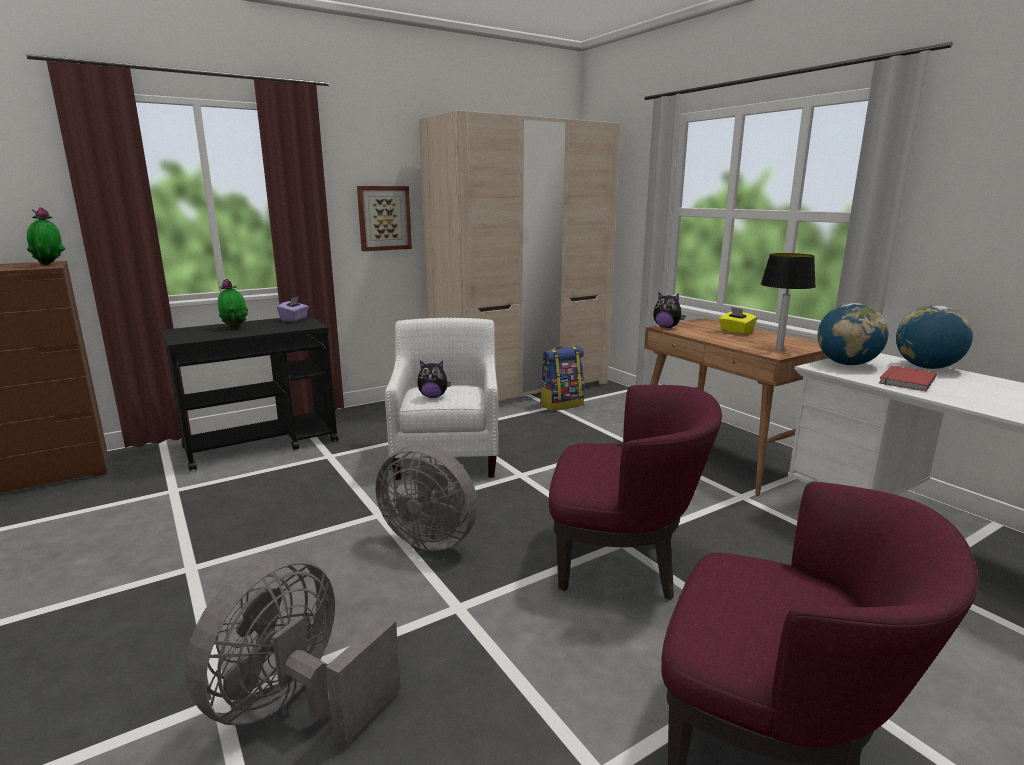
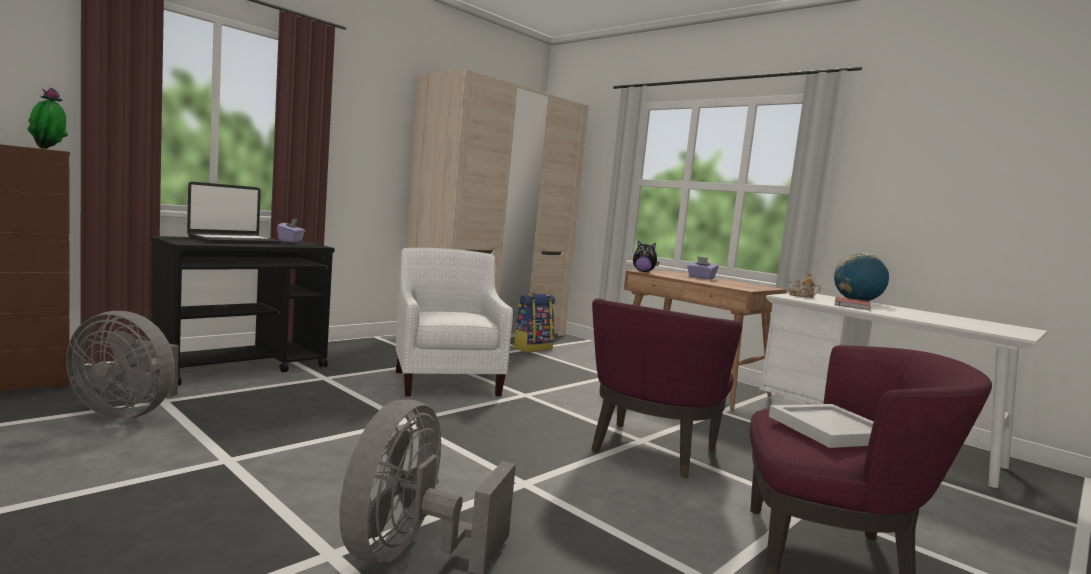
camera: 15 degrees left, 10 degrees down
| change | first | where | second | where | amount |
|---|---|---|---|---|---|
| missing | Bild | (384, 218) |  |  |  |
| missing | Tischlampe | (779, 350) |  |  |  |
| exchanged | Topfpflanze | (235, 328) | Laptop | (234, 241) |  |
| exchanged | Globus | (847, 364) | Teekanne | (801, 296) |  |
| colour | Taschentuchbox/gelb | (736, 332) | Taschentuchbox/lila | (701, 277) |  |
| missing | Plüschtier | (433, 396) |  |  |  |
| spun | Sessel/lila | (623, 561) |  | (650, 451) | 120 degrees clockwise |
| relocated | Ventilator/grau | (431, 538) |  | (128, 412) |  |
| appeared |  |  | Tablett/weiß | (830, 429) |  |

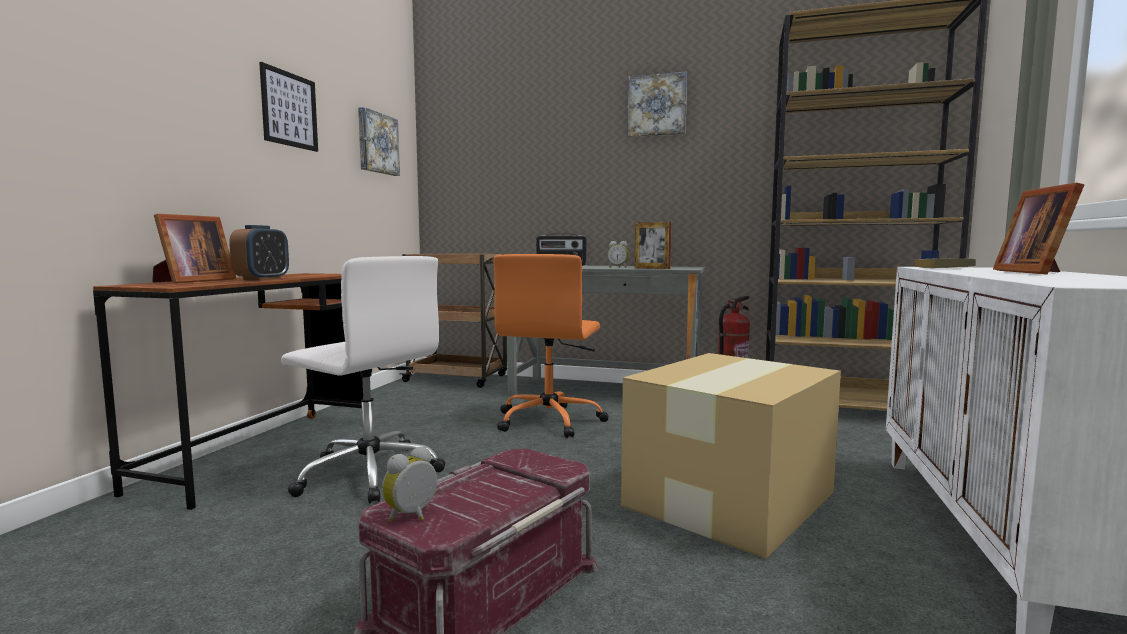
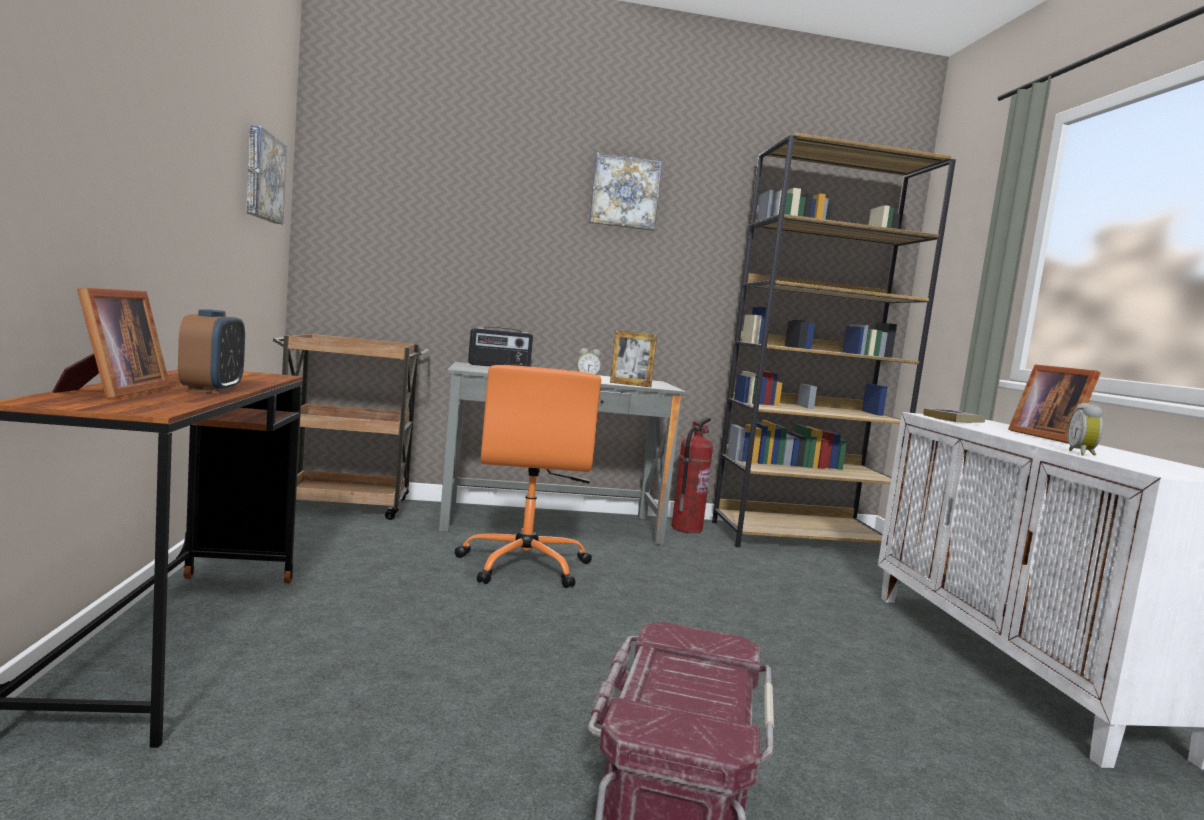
camera: 25 degrees left, 0 degrees up
| change | first | where | second | where | amount |
|---|---|---|---|---|---|
| missing | Bild | (289, 109) |  |  |  |
| missing | Bürostuhl/weiß | (368, 473) |  |  |  |
| missing | Karton | (732, 498) |  |  |  |
| relocated | Wecker | (413, 516) |  | (1083, 454) |  |

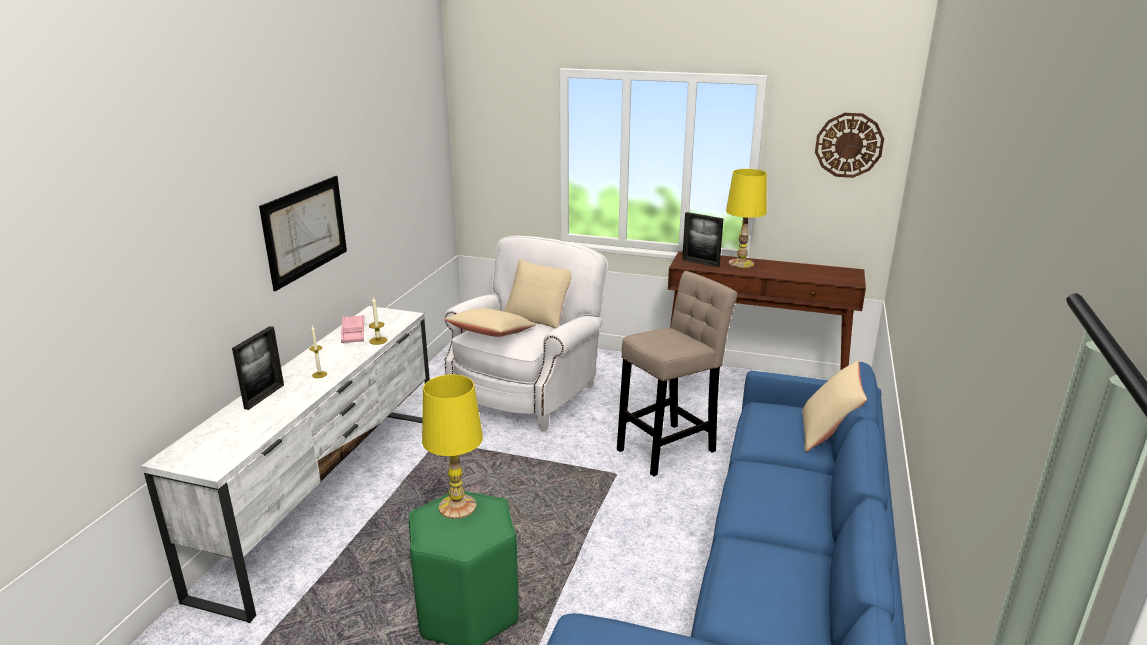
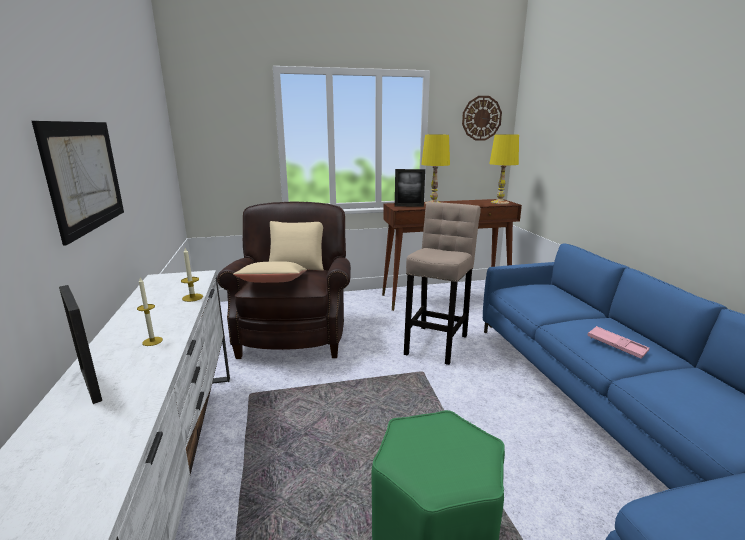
camera: 30 degrees left, 5 degrees down
| change | first | where | second | where | amount |
|---|---|---|---|---|---|
| colour | Sessel/weiß | (528, 391) | Sessel/braun | (295, 333) |  |
| relocated | Tablett/rosa | (353, 332) |  | (616, 345) |  |
| spun | Bilderrahmen | (264, 396) |  | (91, 384) | 150 degrees clockwise |
| missing | Kissen/beige | (827, 433) |  |  |  |
| relocated | Tischlampe/gelb | (457, 506) |  | (499, 202) |  |

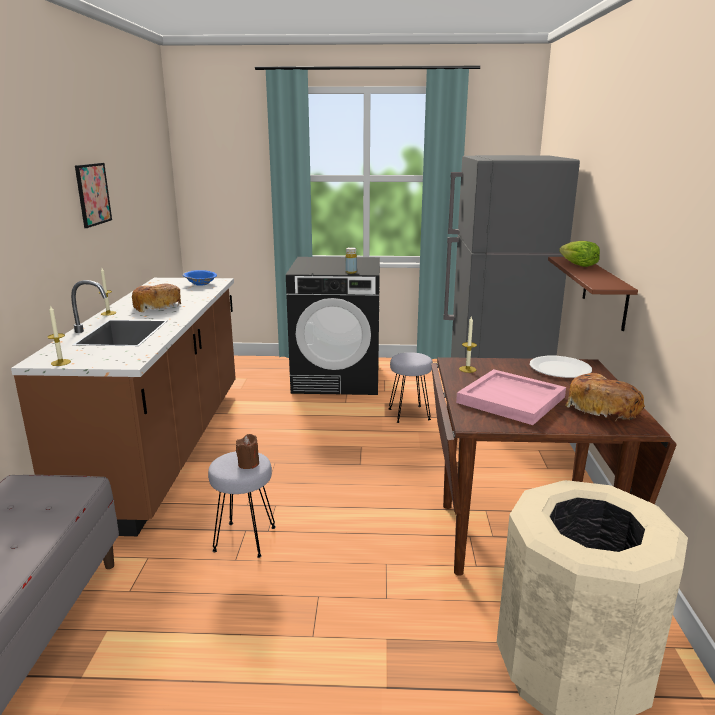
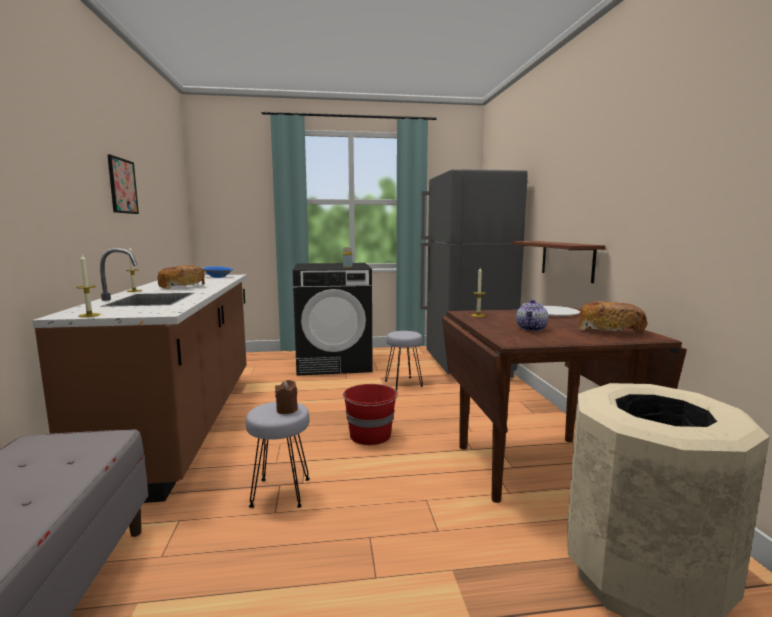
camera: 10 degrees left, 10 degrees down
| change | first | where | second | where | amount |
|---|---|---|---|---|---|
| missing | Salatkopf | (578, 265) |  |  |  |
| exchanged | Tablett/rosa | (512, 400) | Teekanne | (531, 329) |  |
| appeared |  |  | Eimer/rot | (370, 436) |  |

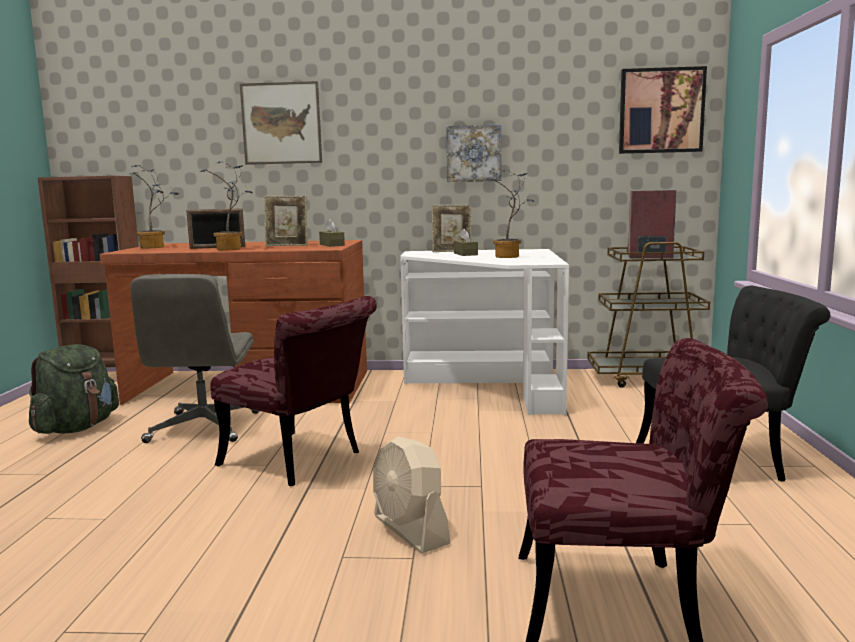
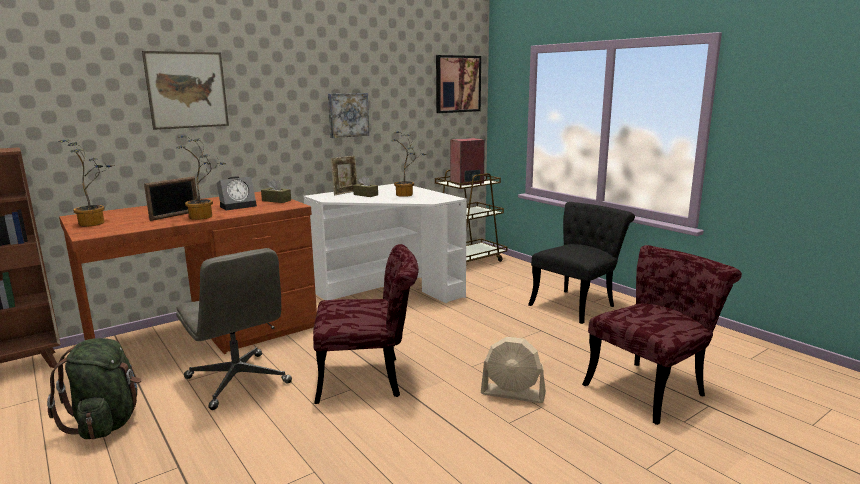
camera: 40 degrees left, 5 degrees up
| change | first | where | second | where | amount |
|---|---|---|---|---|---|
| exchanged | Bilderrahmen | (287, 246) | Wecker | (239, 206) |  |

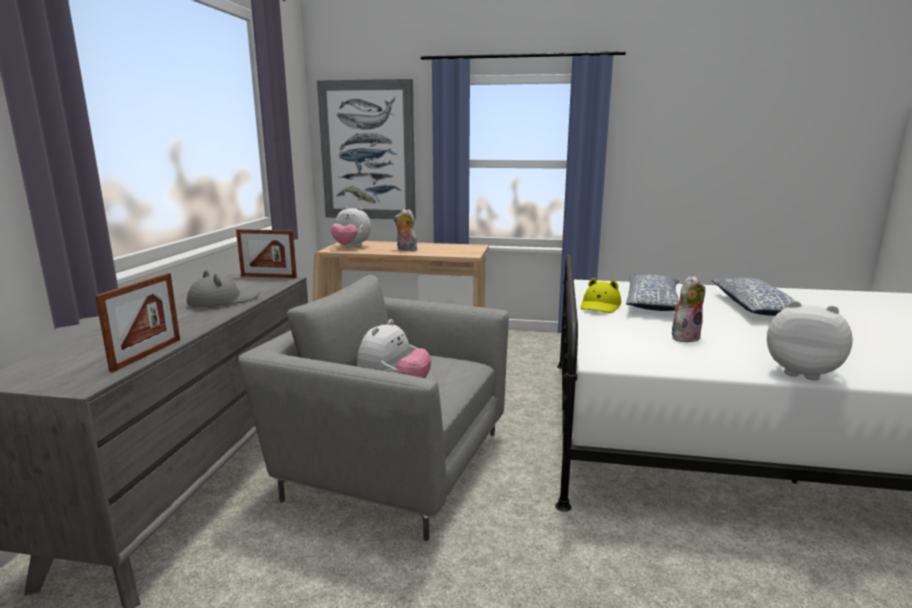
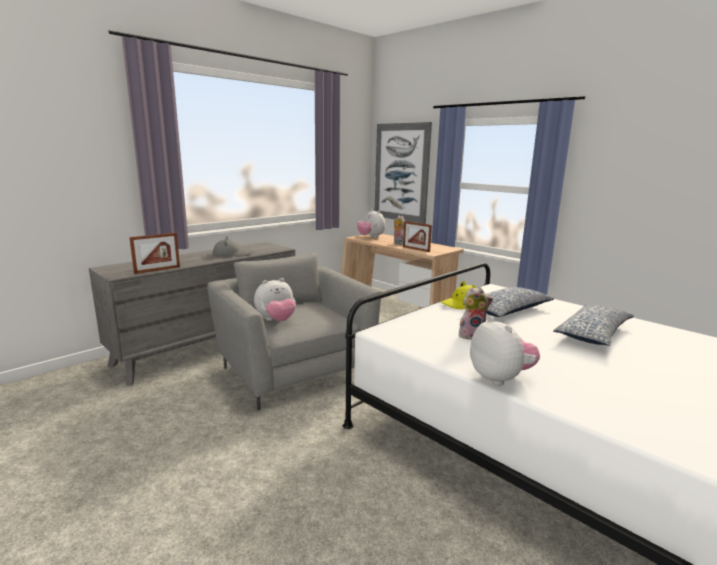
camera: 35 degrees right, 0 degrees up
| change | first | where | second | where | amount |
|---|---|---|---|---|---|
| relocated | Bilderrahmen | (268, 276) |  | (416, 249) |  |

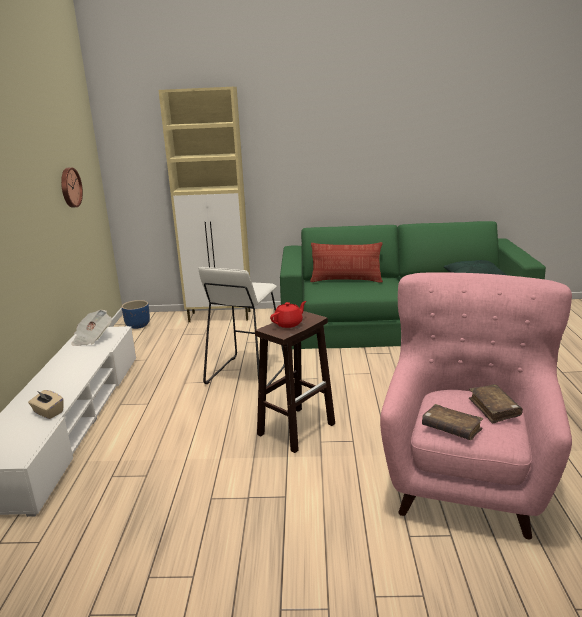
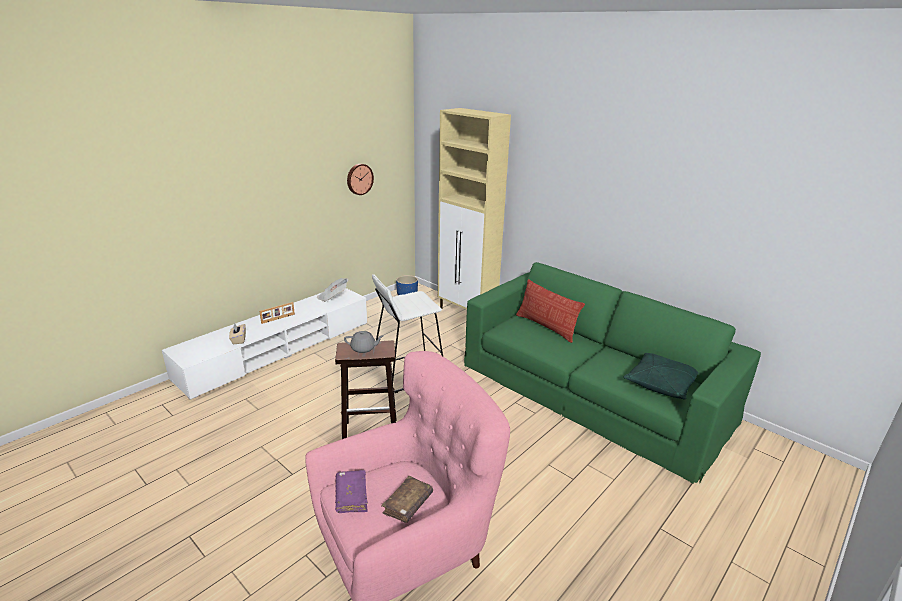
camera: 40 degrees right, 5 degrees up
| change | first | where | second | where | amount |
|---|---|---|---|---|---|
| colour | Teekanne/rot | (289, 324) | Teekanne/grau | (363, 348) |  |
| colour | Buch/braun | (451, 429) | Buch/lila | (351, 496) |  |
| appeared |  |  | Bilderrahmen | (278, 319) |  |

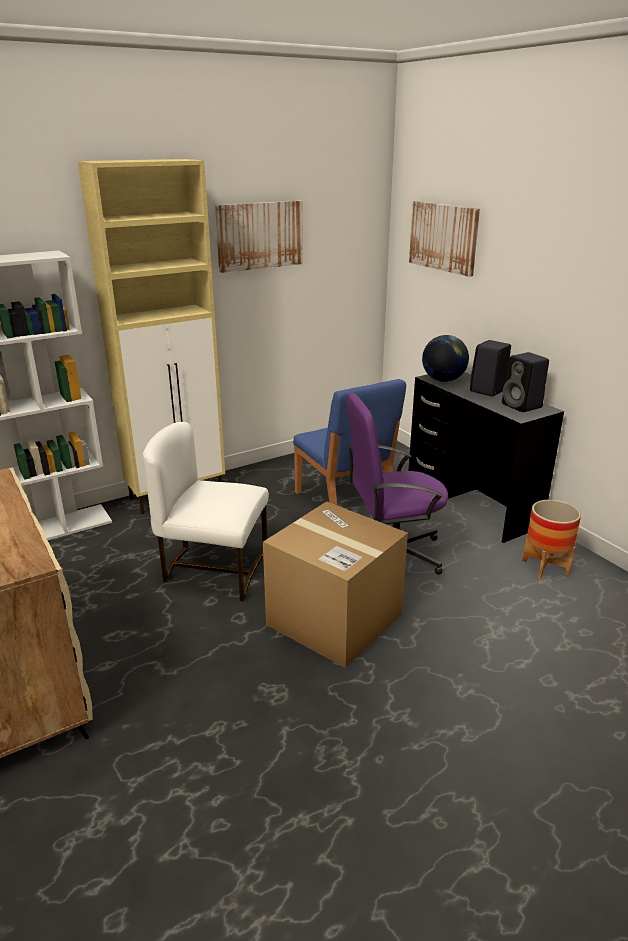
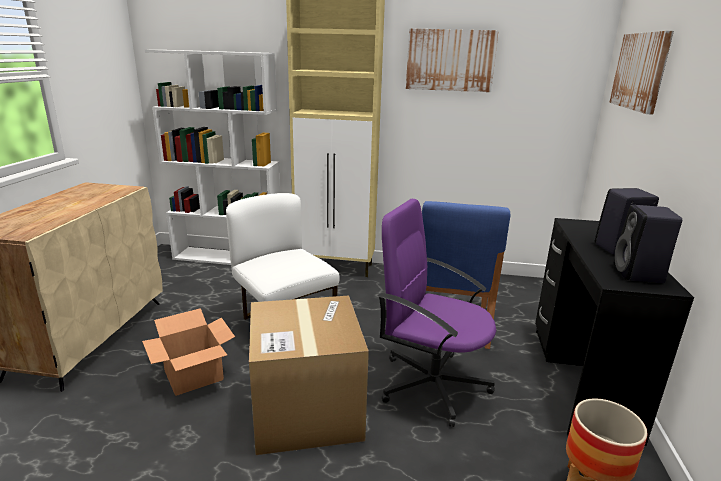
camera: 40 degrees right, 5 degrees down
| change | first | where | second | where | amount |
|---|---|---|---|---|---|
| missing | Globus | (443, 380) |  |  |  |
| appeared |  |  | Karton | (194, 375) |  |

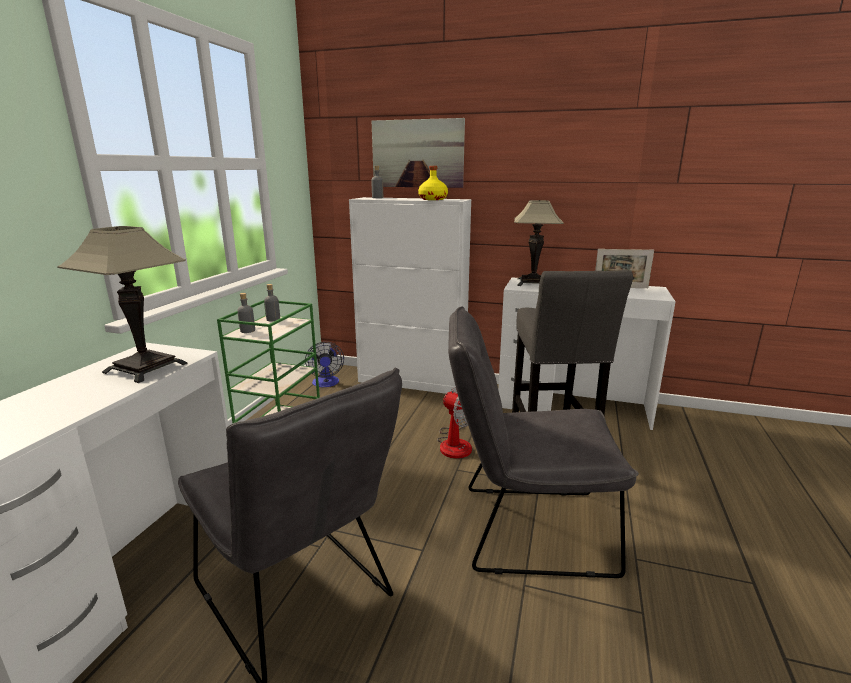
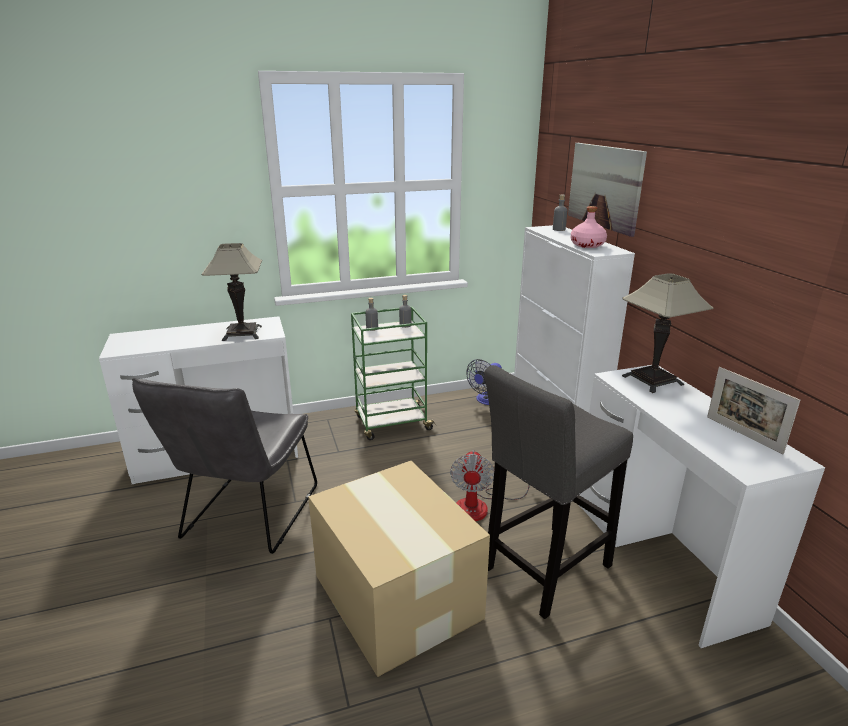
camera: 55 degrees right, 5 degrees up
| change | first | where | second | where | amount |
|---|---|---|---|---|---|
| colour | Flasche/gelb | (433, 199) | Flasche/rosa | (587, 245) |  |
| exchanged | Stuhl/grau | (524, 529) | Karton | (396, 594) |  |

